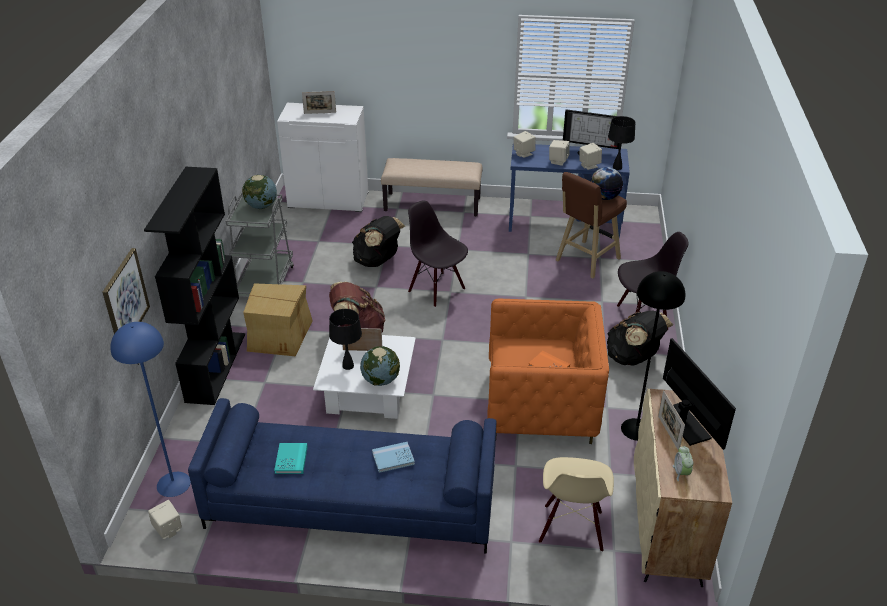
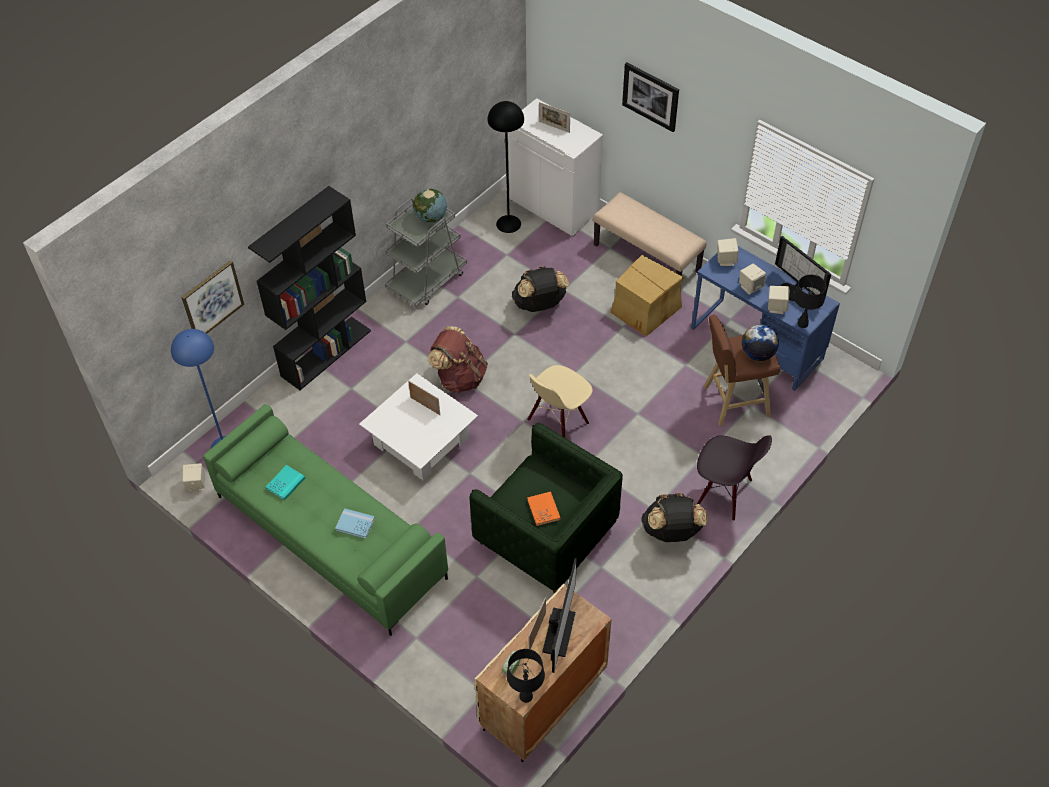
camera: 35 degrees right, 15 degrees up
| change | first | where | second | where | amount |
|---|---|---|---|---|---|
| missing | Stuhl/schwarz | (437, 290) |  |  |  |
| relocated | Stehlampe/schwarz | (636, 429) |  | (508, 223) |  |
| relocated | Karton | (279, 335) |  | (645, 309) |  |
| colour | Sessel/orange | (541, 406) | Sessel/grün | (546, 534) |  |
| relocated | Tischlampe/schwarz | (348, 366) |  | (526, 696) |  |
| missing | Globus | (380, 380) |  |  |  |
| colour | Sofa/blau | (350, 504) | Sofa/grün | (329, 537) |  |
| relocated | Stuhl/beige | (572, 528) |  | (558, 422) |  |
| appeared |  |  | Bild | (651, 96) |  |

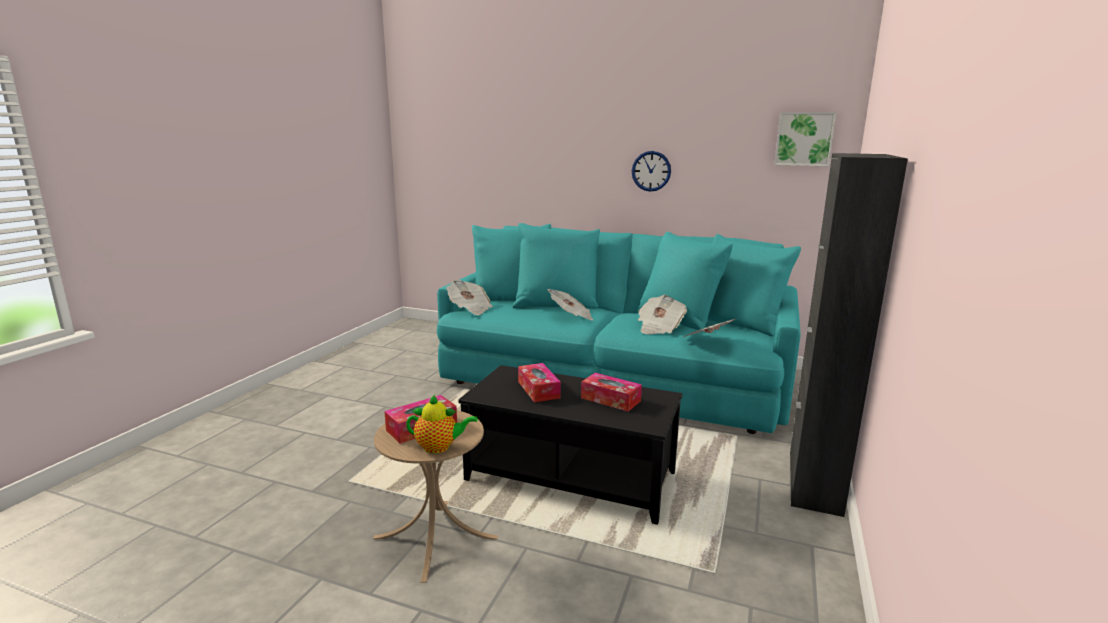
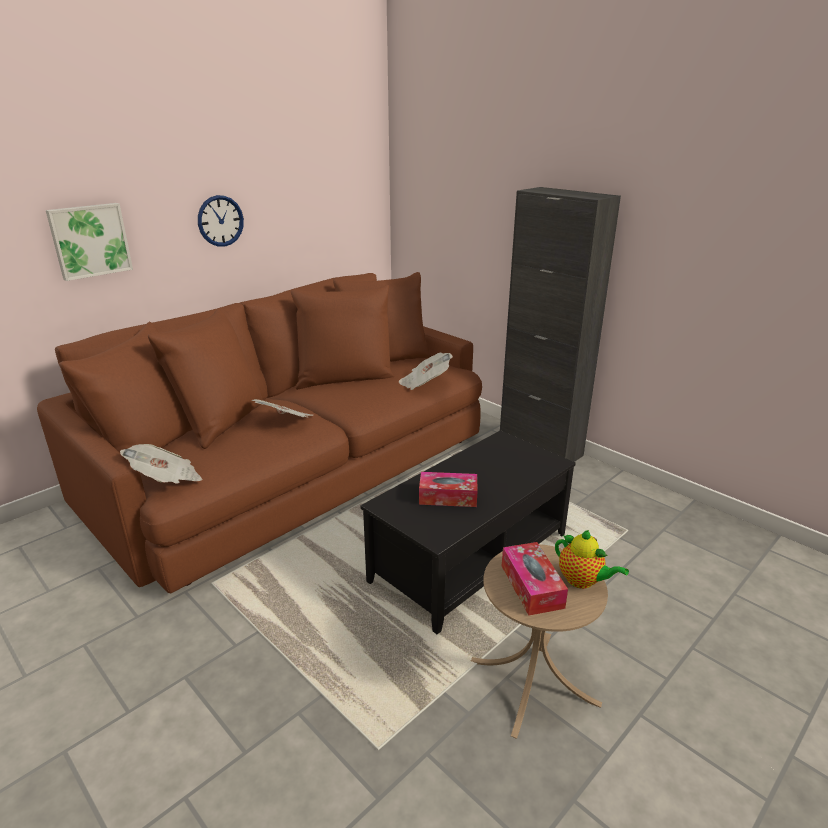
camera: 65 degrees left, 10 degrees up
| change | first | where | second | where | amount |
|---|---|---|---|---|---|
| relocated | Bild | (804, 139) |  | (90, 240) |  |
| colour | Sofa/türkis | (614, 376) | Sofa/braun | (294, 467) |  |
| missing | Zeitung | (659, 328) |  |  |  |
| missing | Taschentuchbox | (610, 399) |  |  |  |
| spun | Teekanne | (439, 447) |  | (582, 581) | 105 degrees clockwise |

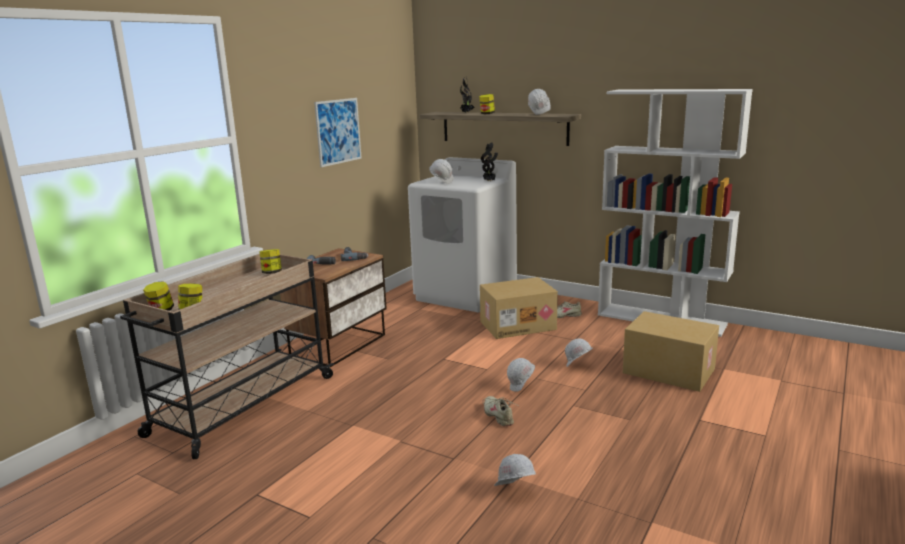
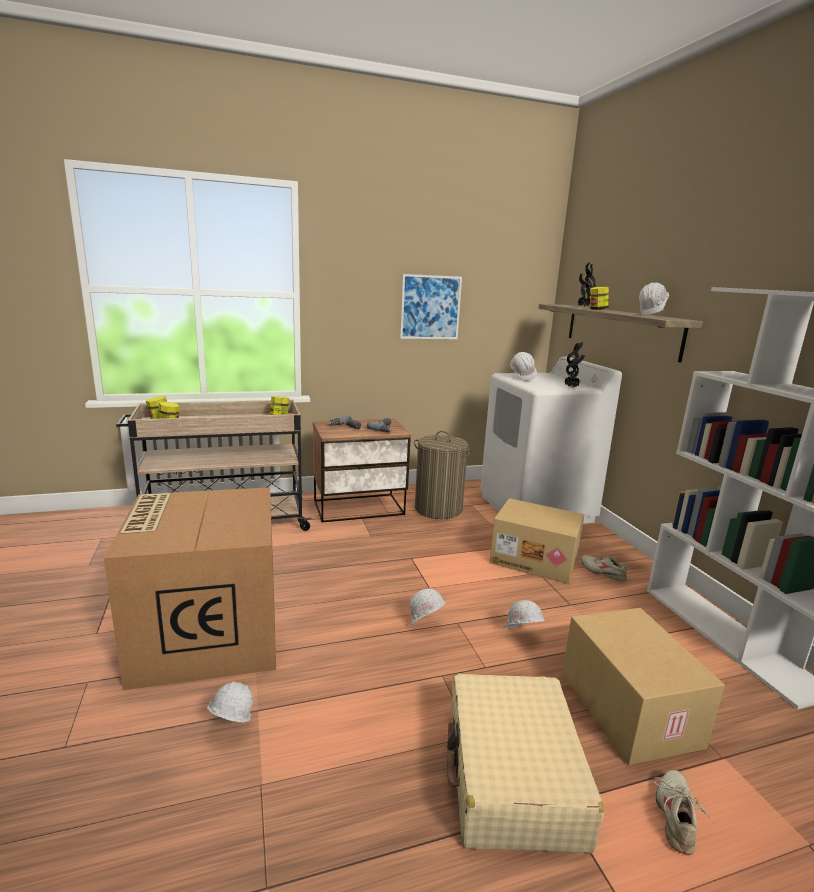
camera: 40 degrees right, 0 degrees up
| change | first | where | second | where | amount |
|---|---|---|---|---|---|
| relocated | Schuh/beige | (499, 415) |  | (677, 817) |  |
| appeared |  |  | Wäschekorb | (438, 509) |  |
| appeared |  |  | Karton | (206, 632) |  |
| appeared |  |  | Koffer/beige | (512, 775) |  |

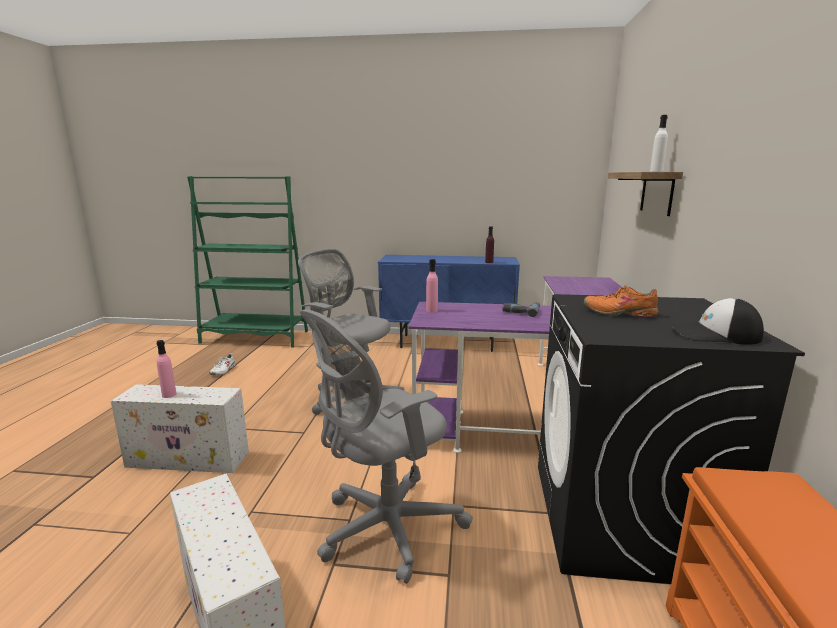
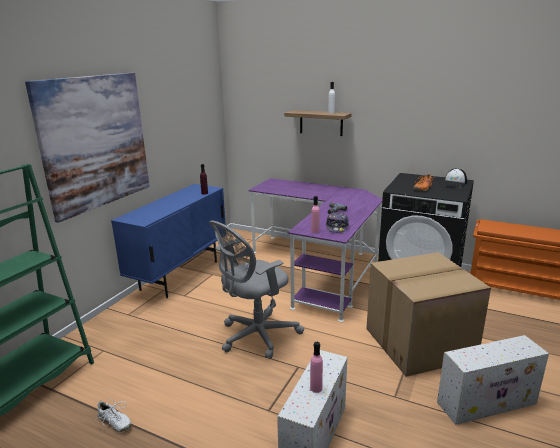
camera: 70 degrees left, 5 degrees up
| change | first | where | second | where | amount |
|---|---|---|---|---|---|
| exchanged | Bürostuhl/grau | (384, 529) | Karton | (419, 344) |  |
| appeared |  |  | Bild | (95, 142) |  |
| appeared |  |  | Kappe | (337, 227) |  |

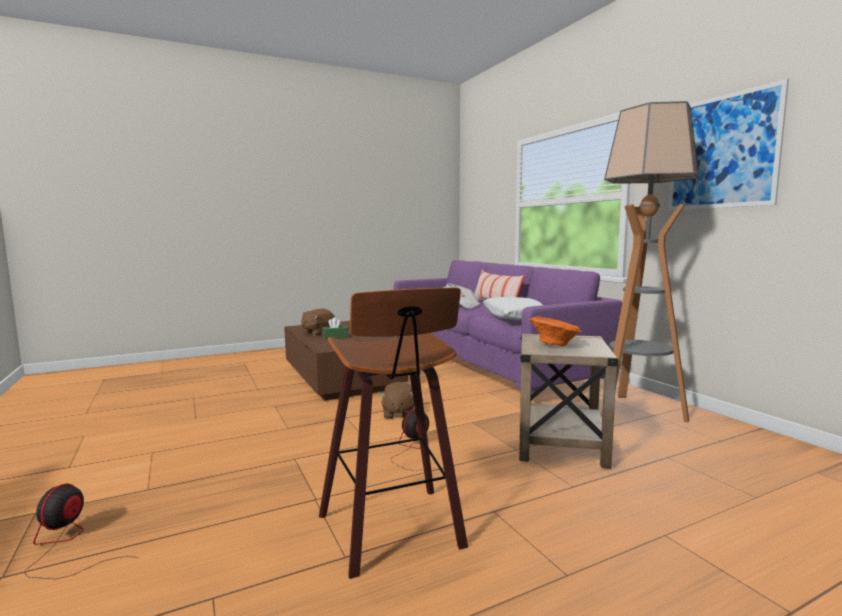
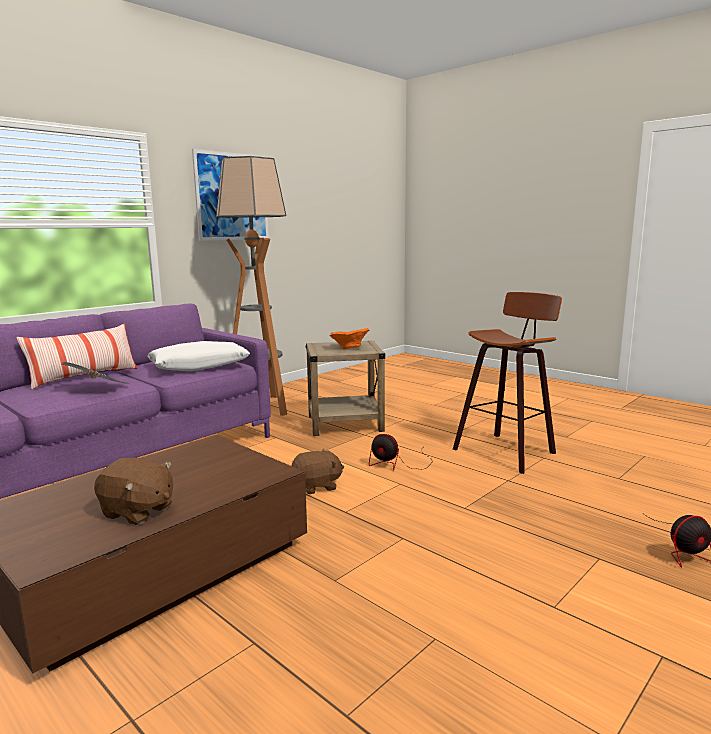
camera: 110 degrees left, 5 degrees up
| change | first | where | second | where | amount |
|---|---|---|---|---|---|
| missing | Taschentuchbox/grün | (335, 337) |  |  |  |

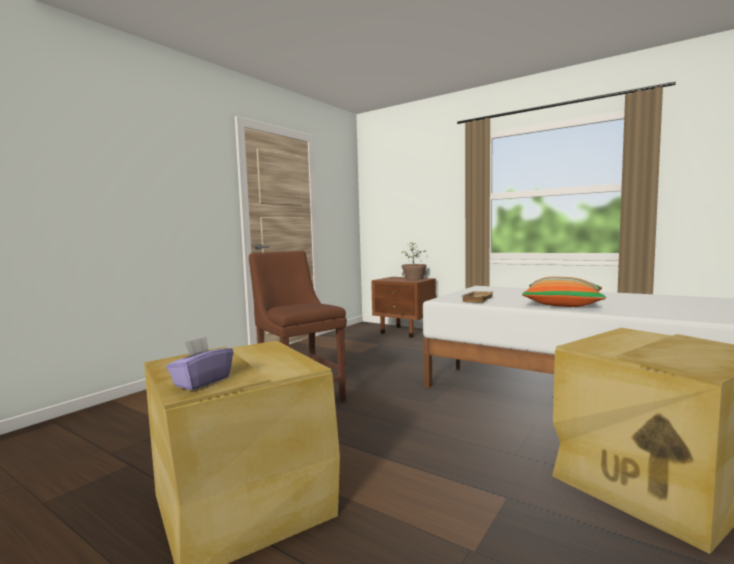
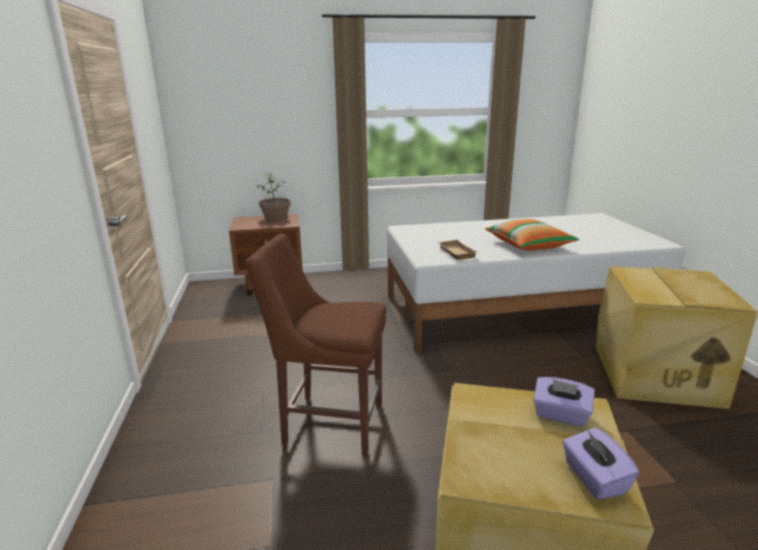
camera: 45 degrees left, 15 degrees up
| change | first | where | second | where | amount |
|---|---|---|---|---|---|
| appeared |  |  | Taschentuchbox/lila | (560, 415) |  |

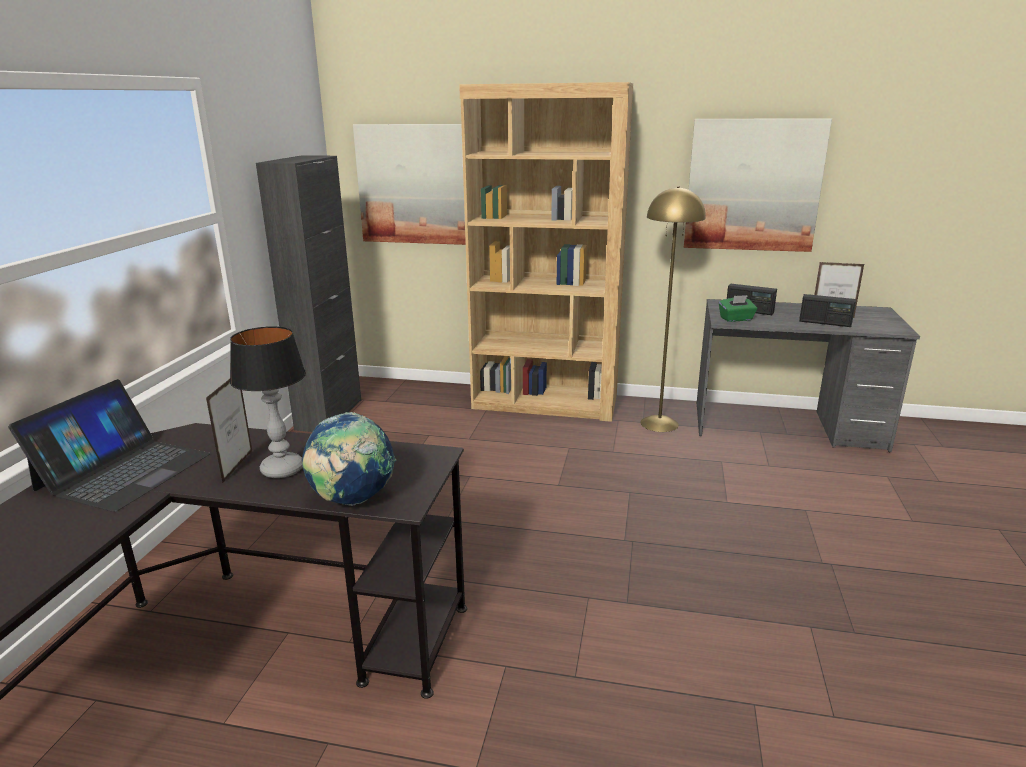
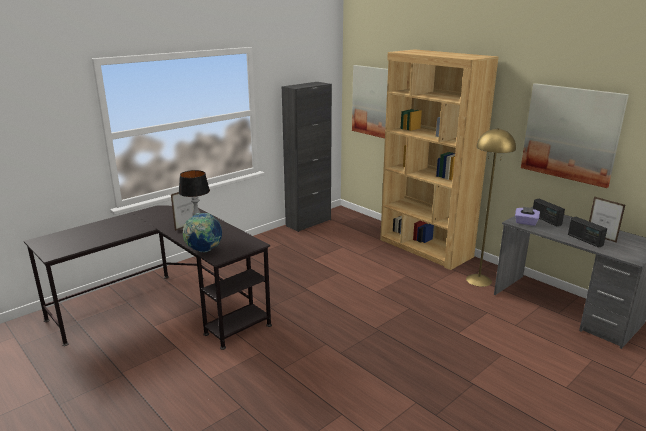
camera: 35 degrees right, 0 degrees up
| change | first | where | second | where | amount |
|---|---|---|---|---|---|
| colour | Taschentuchbox/grün | (736, 319) | Taschentuchbox/lila | (525, 223) |  |
| missing | Laptop | (123, 471) |  |  |  |

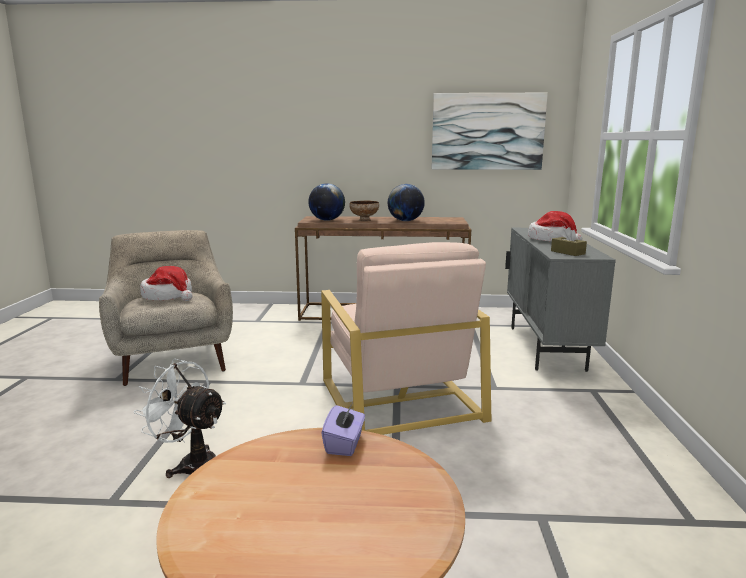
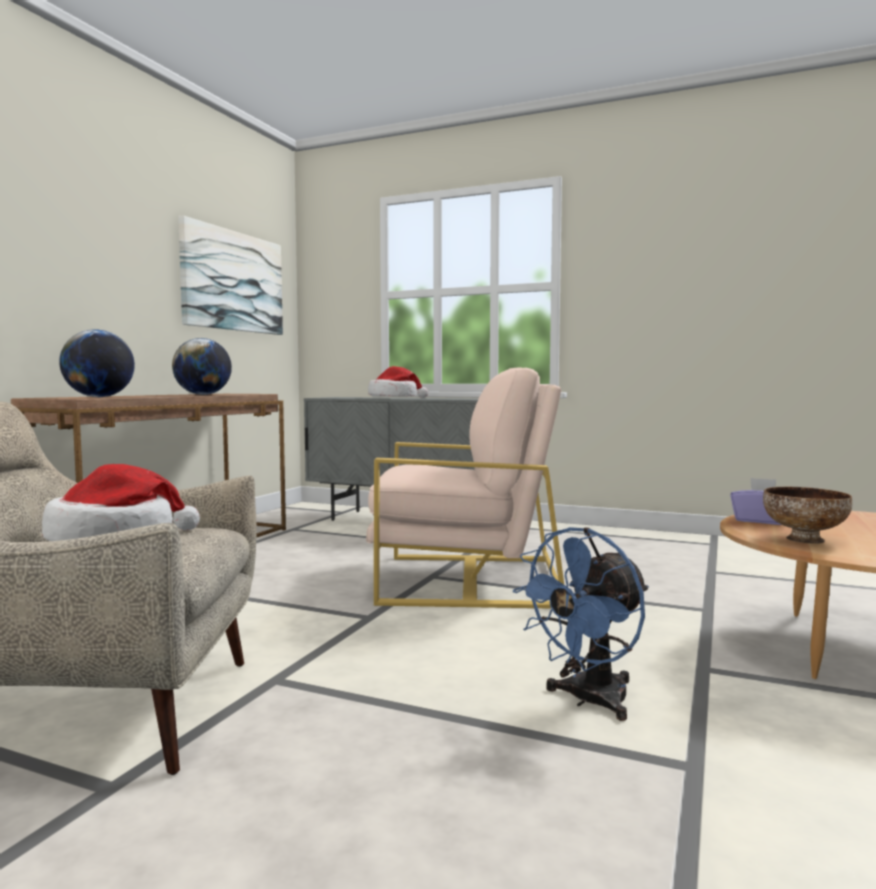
camera: 70 degrees left, 10 degrees down
| change | first | where | second | where | amount |
|---|---|---|---|---|---|
| relocated | Schüssel | (364, 220) |  | (803, 539) |  |
| missing | Taschentuchbox/braun | (567, 252) |  |  |  |
| colour | Ventilator/weiß | (191, 464) | Ventilator/blau | (588, 701) |  |

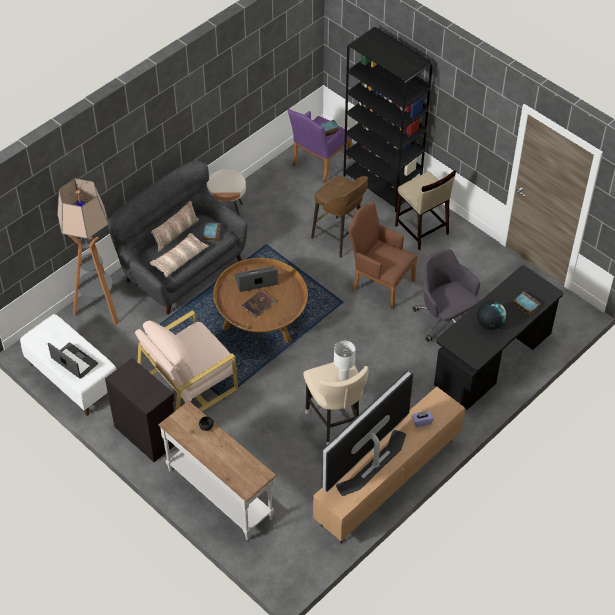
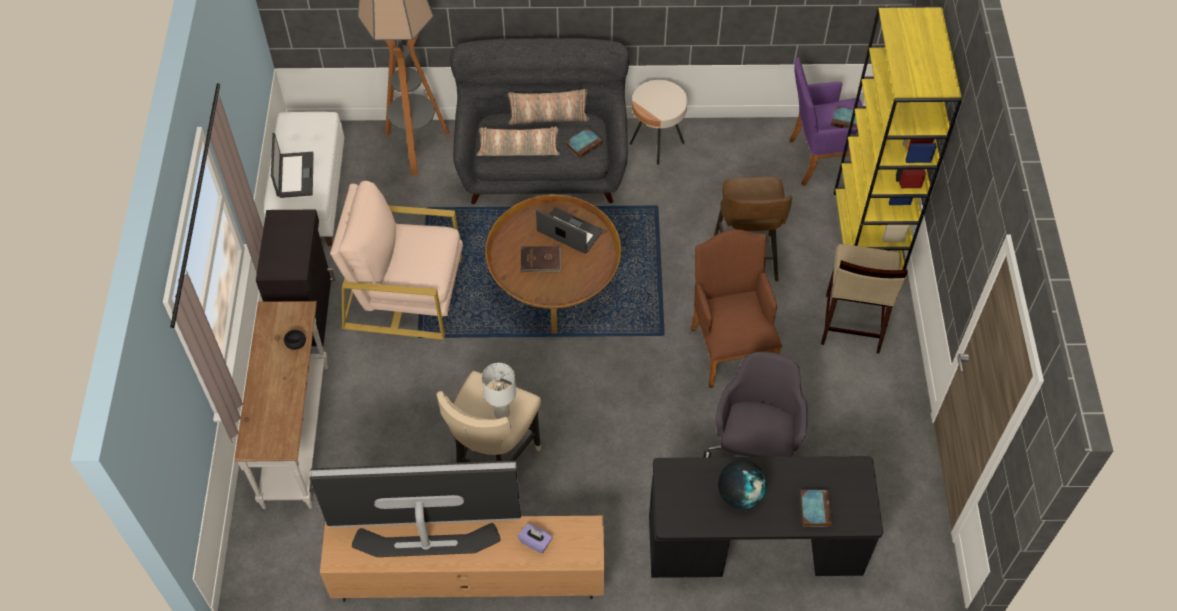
camera: 45 degrees right, 5 degrees up
| change | first | where | second | where | amount |
|---|---|---|---|---|---|
| colour | Bücherregal/schwarz | (382, 184) | Bücherregal/gelb | (867, 236) |  |

